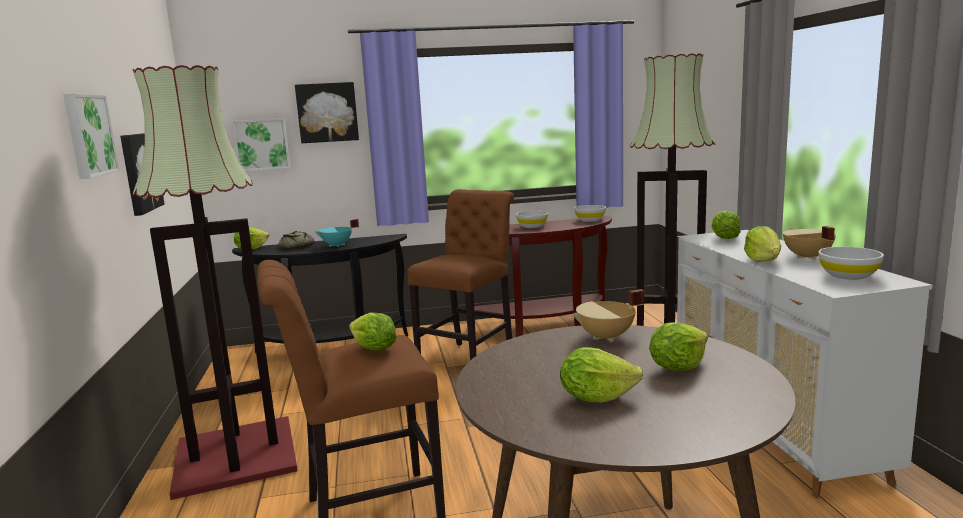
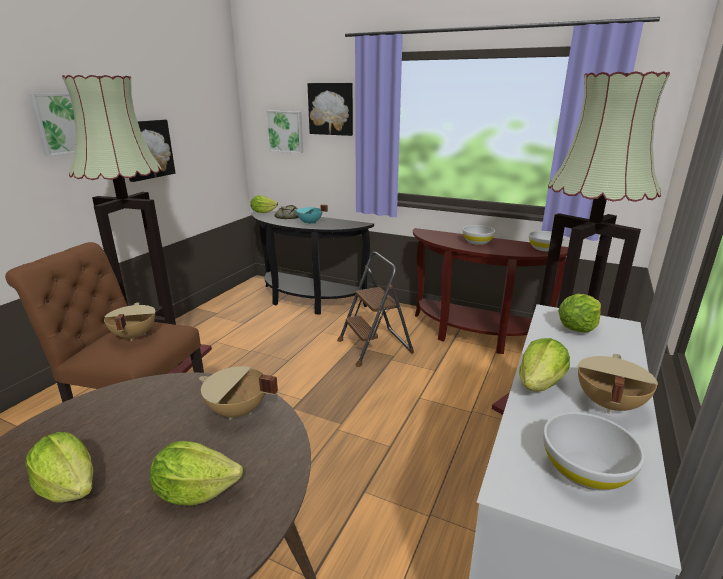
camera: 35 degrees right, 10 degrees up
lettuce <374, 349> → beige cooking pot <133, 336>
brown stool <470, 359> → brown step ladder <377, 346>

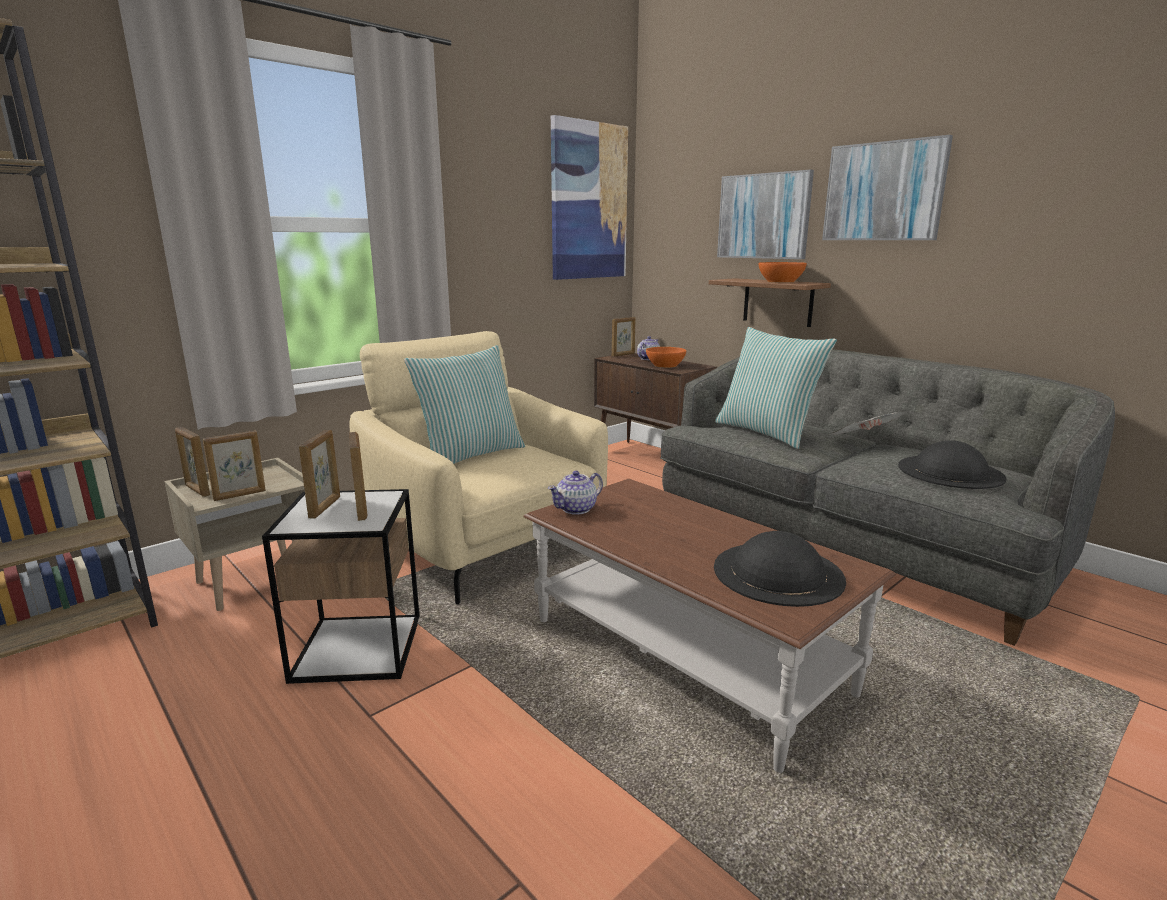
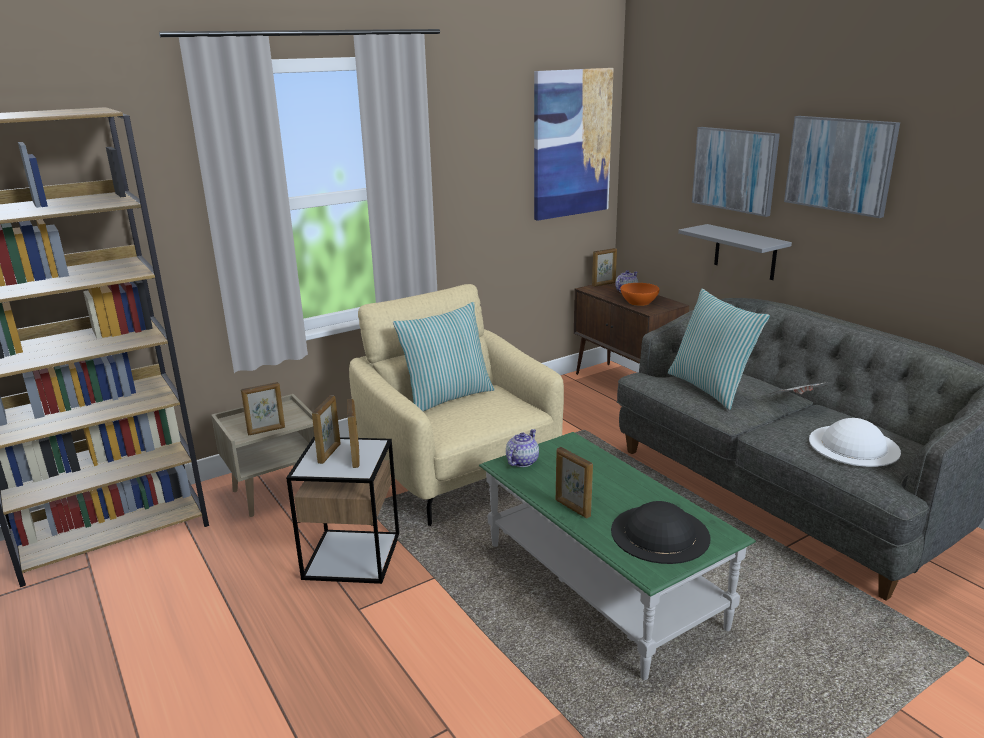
camera: 10 degrees right, 5 degrees up
picture frame <197, 491> → picture frame <572, 508>, shifted
brown coffee table <686, 656> → green coffee table <601, 585>
teapot <576, 509> → teapot <521, 461>, 150 degrees clockwise
brown shelf <778, 302> → grey shelf <745, 252>
orange bowl <781, 281> → -
black hat <950, 471> → white hat <854, 445>

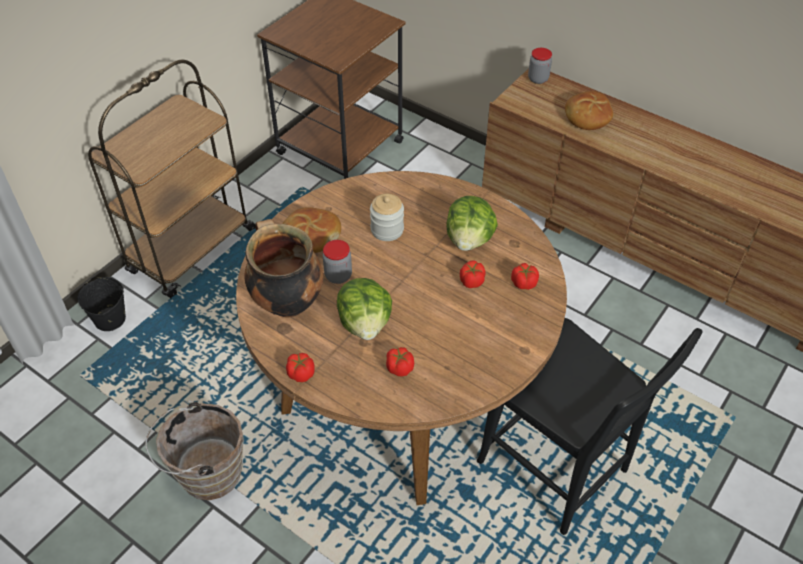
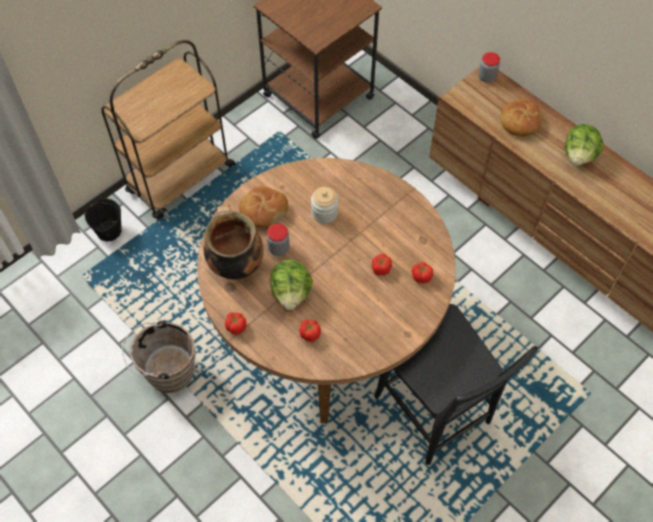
camera: 10 degrees right, 10 degrees up
lettuce <469, 240> → lettuce <579, 155>, shifted

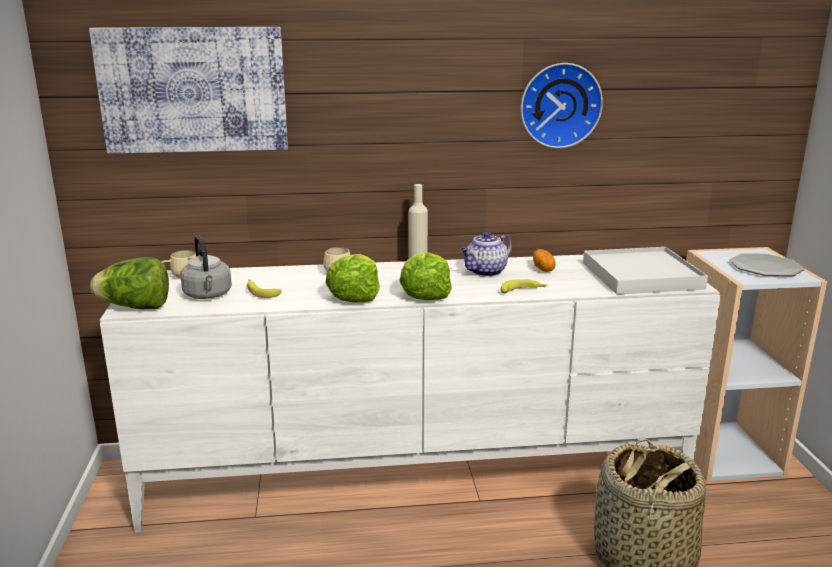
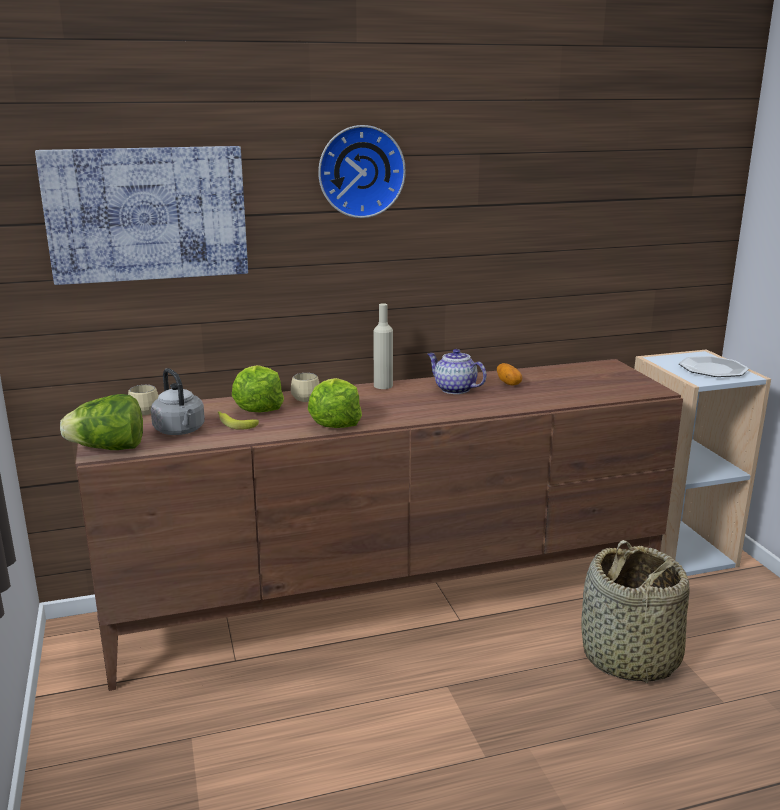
camera: 10 degrees left, 0 degrees up
white cabinet <417, 476> → brown cabinet <391, 603>
lettuce <425, 294> → lettuce <258, 406>, shifted
teapot <485, 272> → teapot <454, 389>, 90 degrees clockwise
banana <523, 291> → -
wall clock <559, 105> → wall clock <360, 171>, shifted
white tray <641, 275> → -

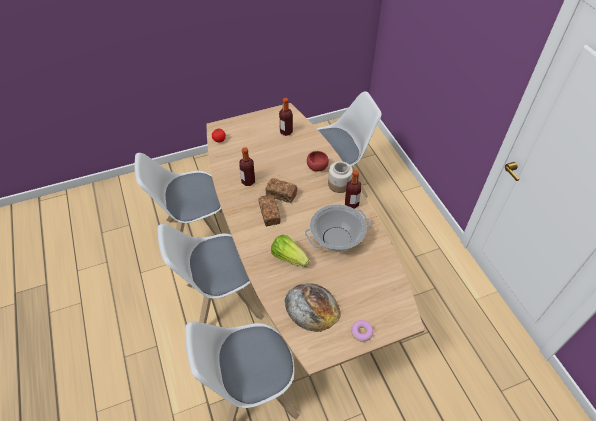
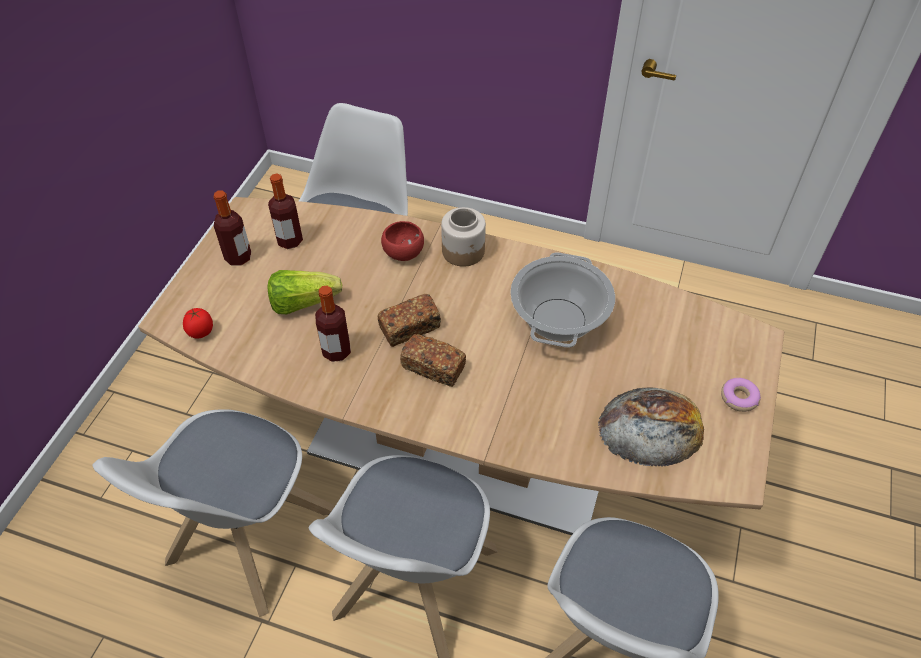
camera: 50 degrees left, 0 degrees up
lettuce <289, 257> → lettuce <303, 302>, shifted
bottle <351, 204> → bottle <238, 257>, shifted

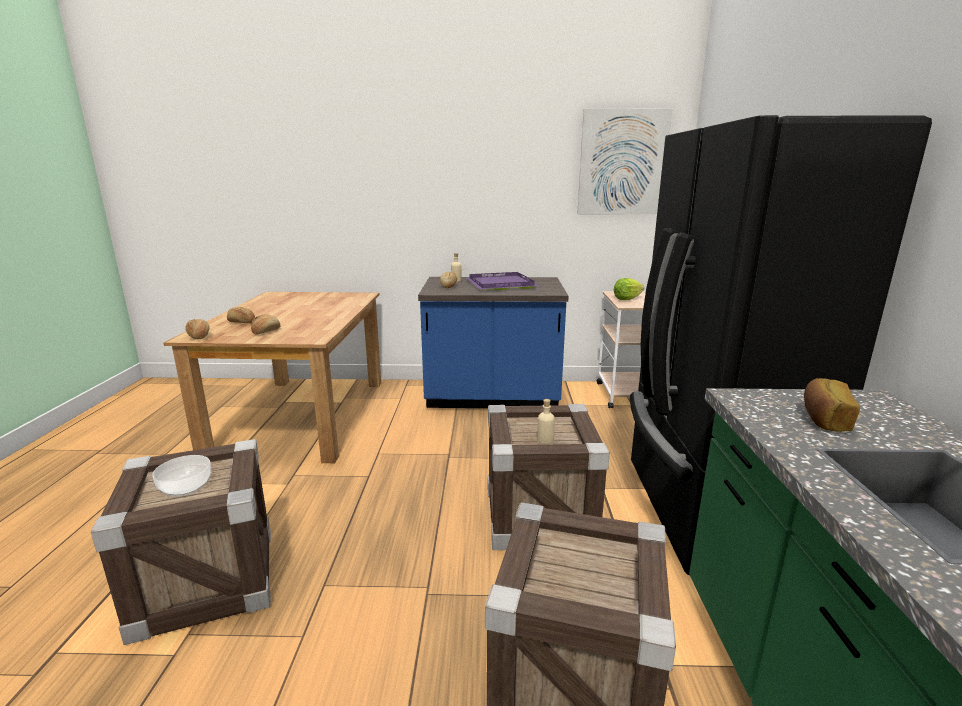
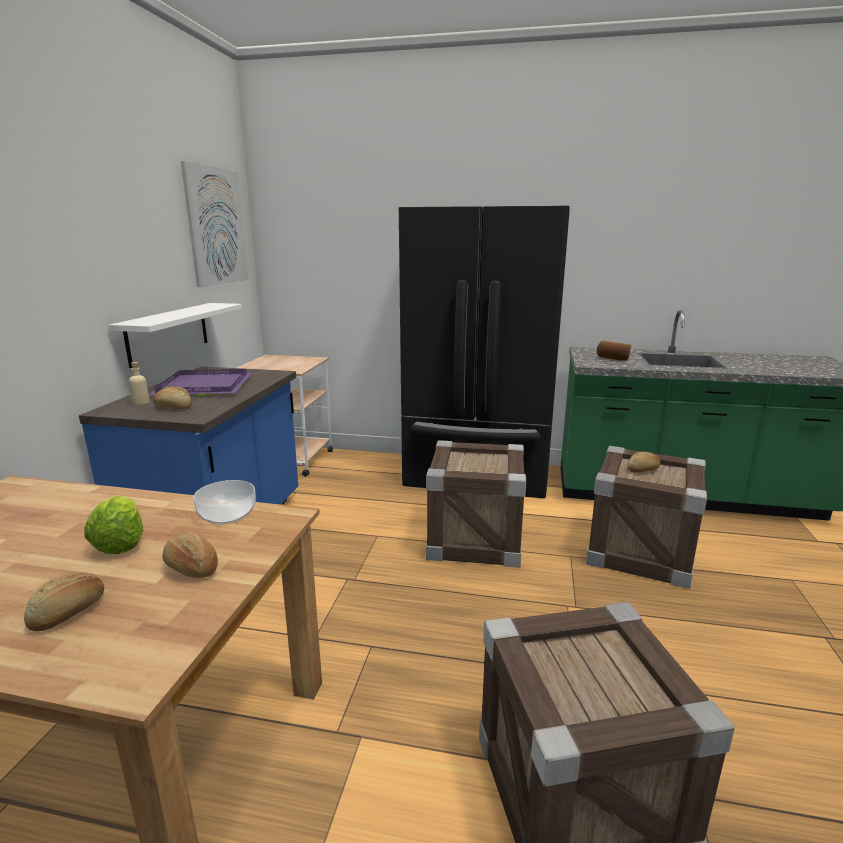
camera: 80 degrees left, 0 degrees up
bowl <185, 486> → bowl <226, 514>, shifted
bread <199, 336> → bread <643, 470>, shifted
beige bottle <545, 440> → -
lettuce <627, 299> → lettuce <121, 543>, shifted
- → white shelf <168, 333>

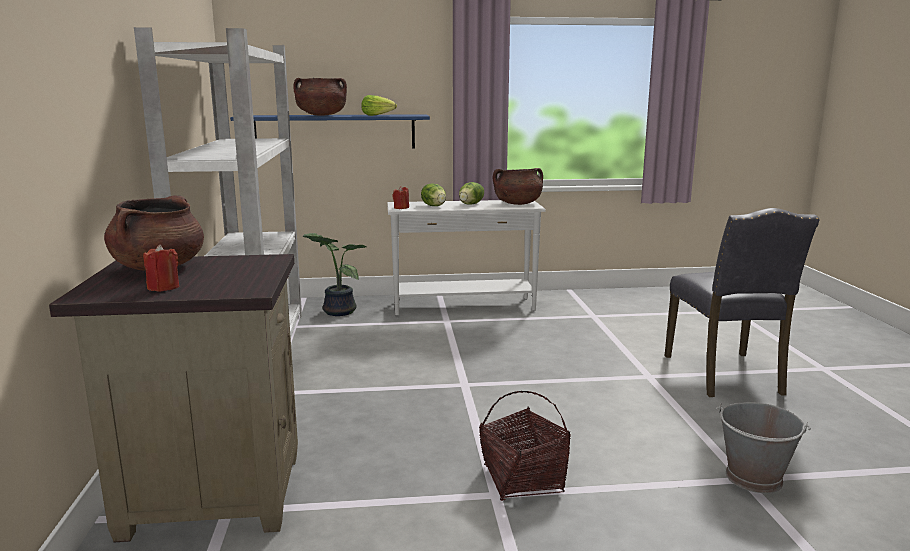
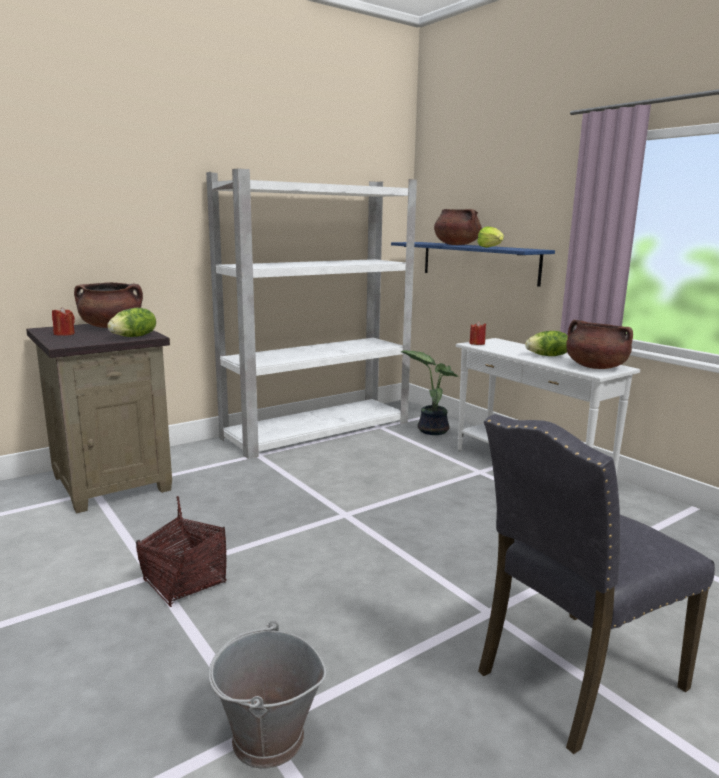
camera: 60 degrees right, 0 degrees up
lettuce <434, 206> → lettuce <134, 336>, shifted

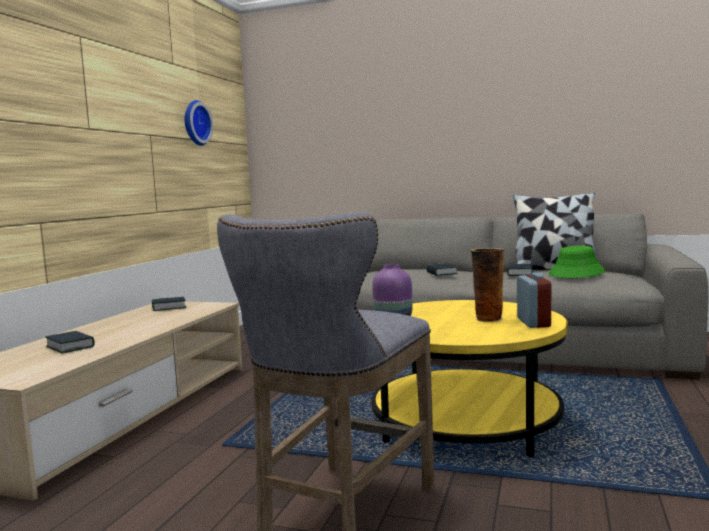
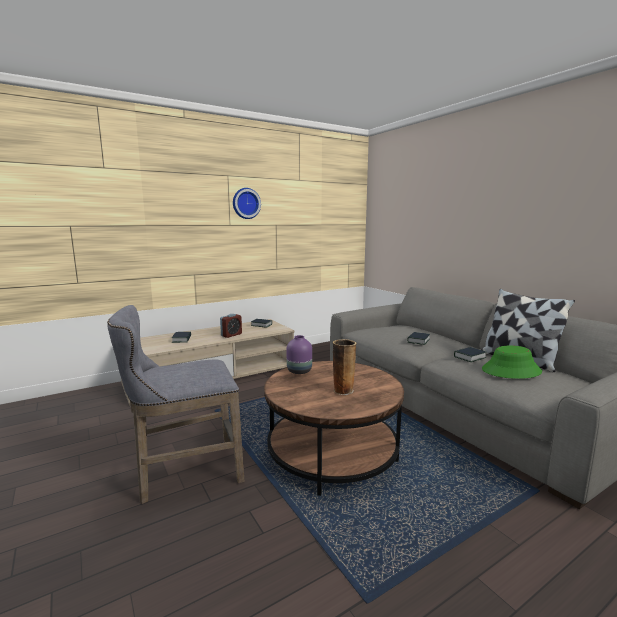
camera: 40 degrees right, 5 degrees up
wall clock <195, 123> → wall clock <246, 203>, shifted
yellow coffee table <465, 422> → brown coffee table <332, 453>
alarm clock <533, 323> → alarm clock <231, 335>, shifted

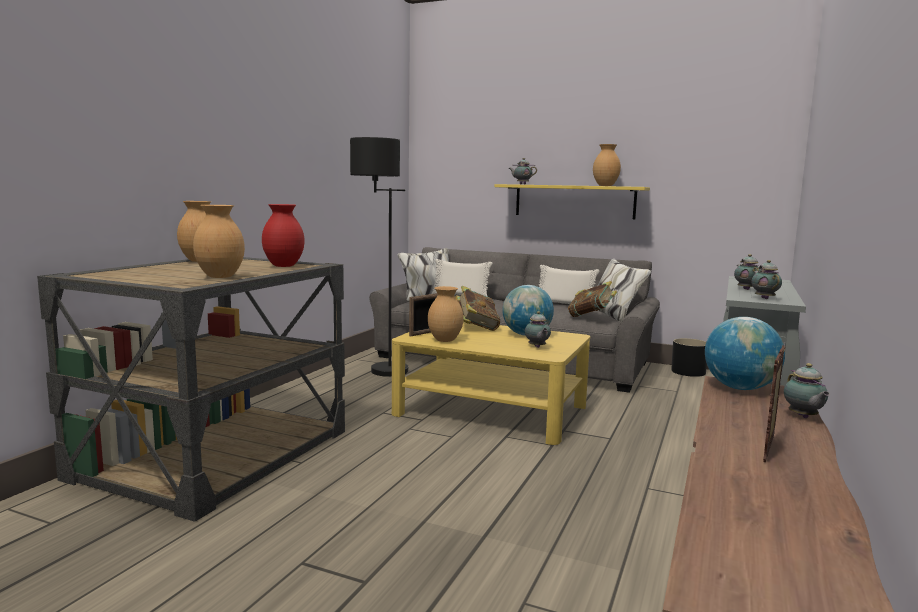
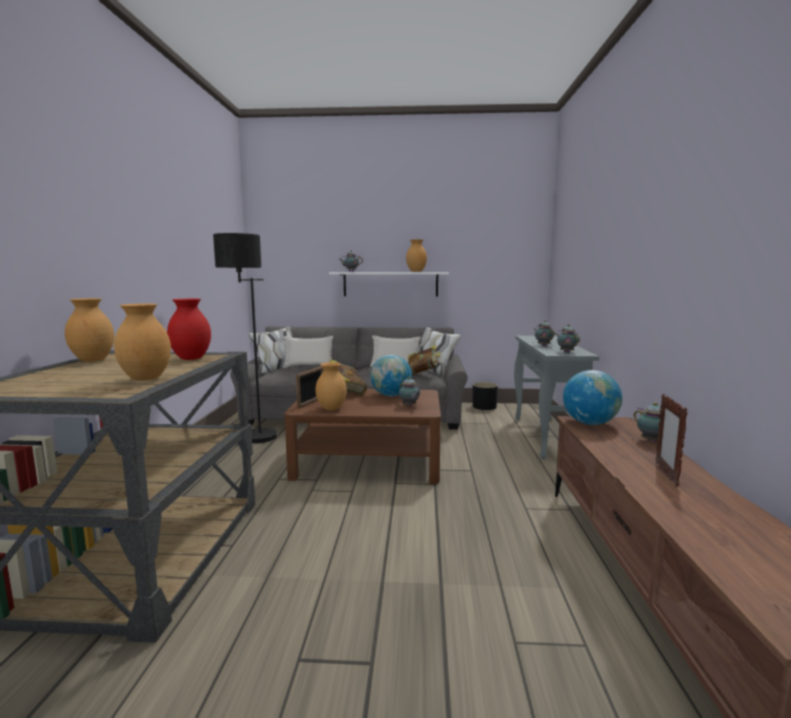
camera: 20 degrees left, 0 degrees up
yellow coffee table <491, 410> → brown coffee table <368, 461>
yellow shelf <574, 201> → white shelf <390, 284>

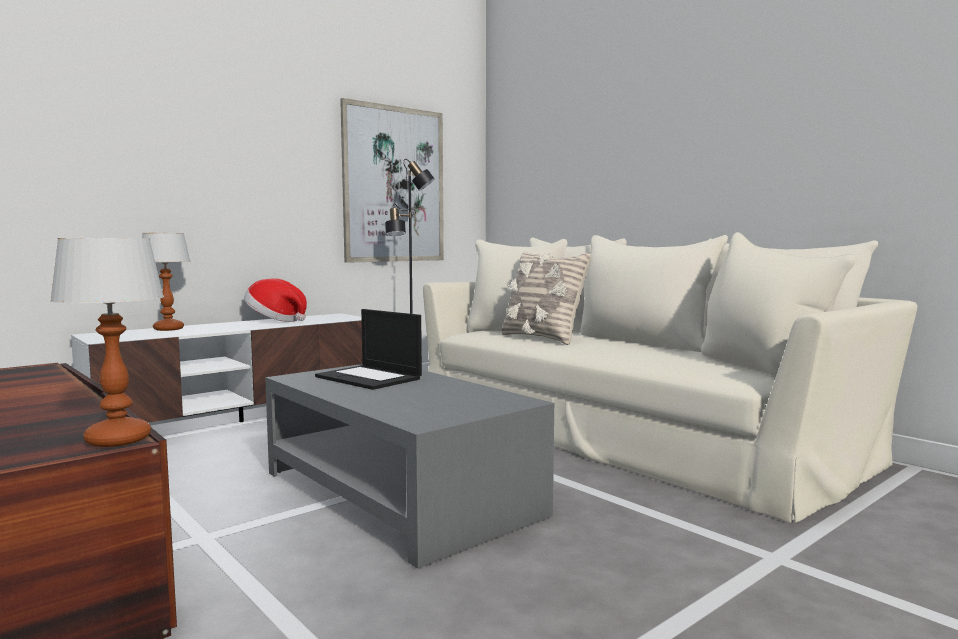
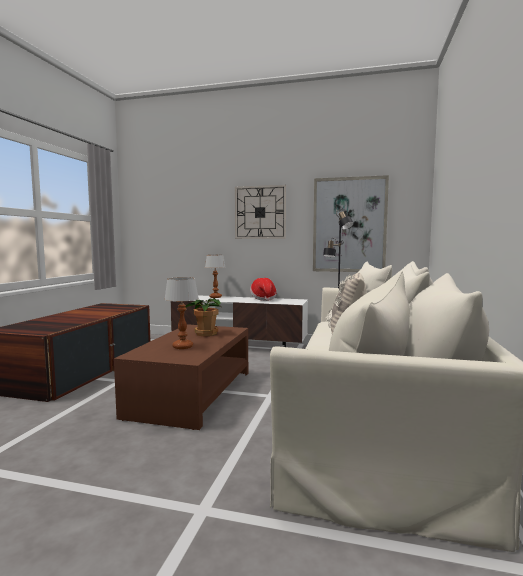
camera: 55 degrees right, 0 degrees up
table lamp <118, 440> → table lamp <182, 347>, shifted
grey coffee table <399, 494> → brown coffee table <192, 393>
laptop <370, 378> → potted plant <205, 333>
- → wall clock <260, 212>

